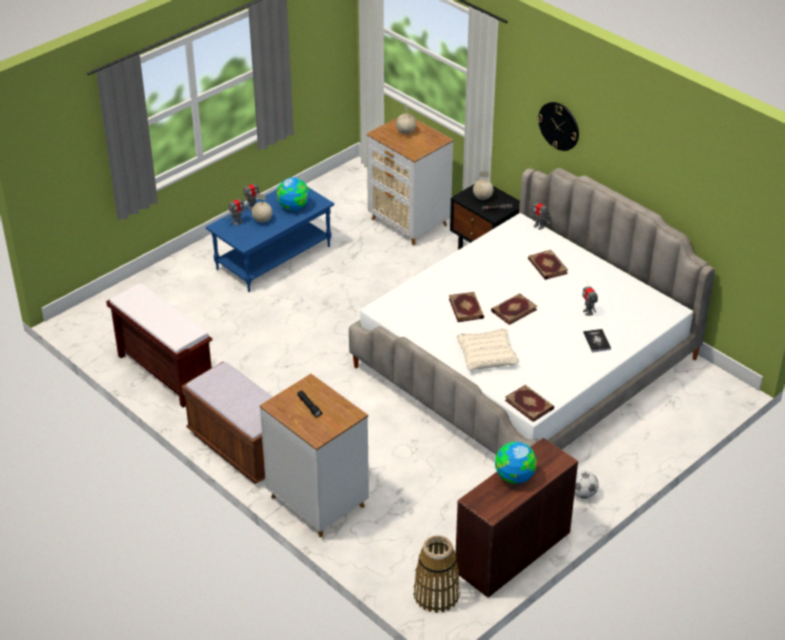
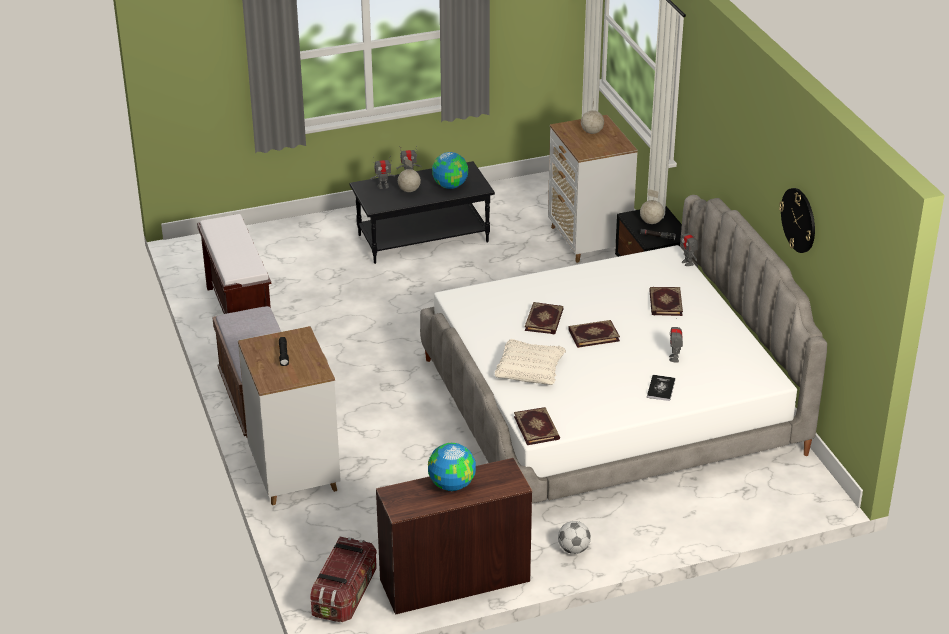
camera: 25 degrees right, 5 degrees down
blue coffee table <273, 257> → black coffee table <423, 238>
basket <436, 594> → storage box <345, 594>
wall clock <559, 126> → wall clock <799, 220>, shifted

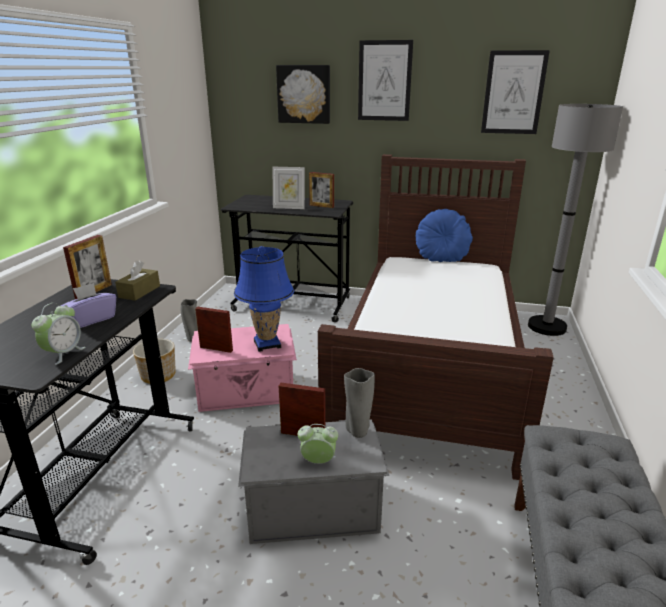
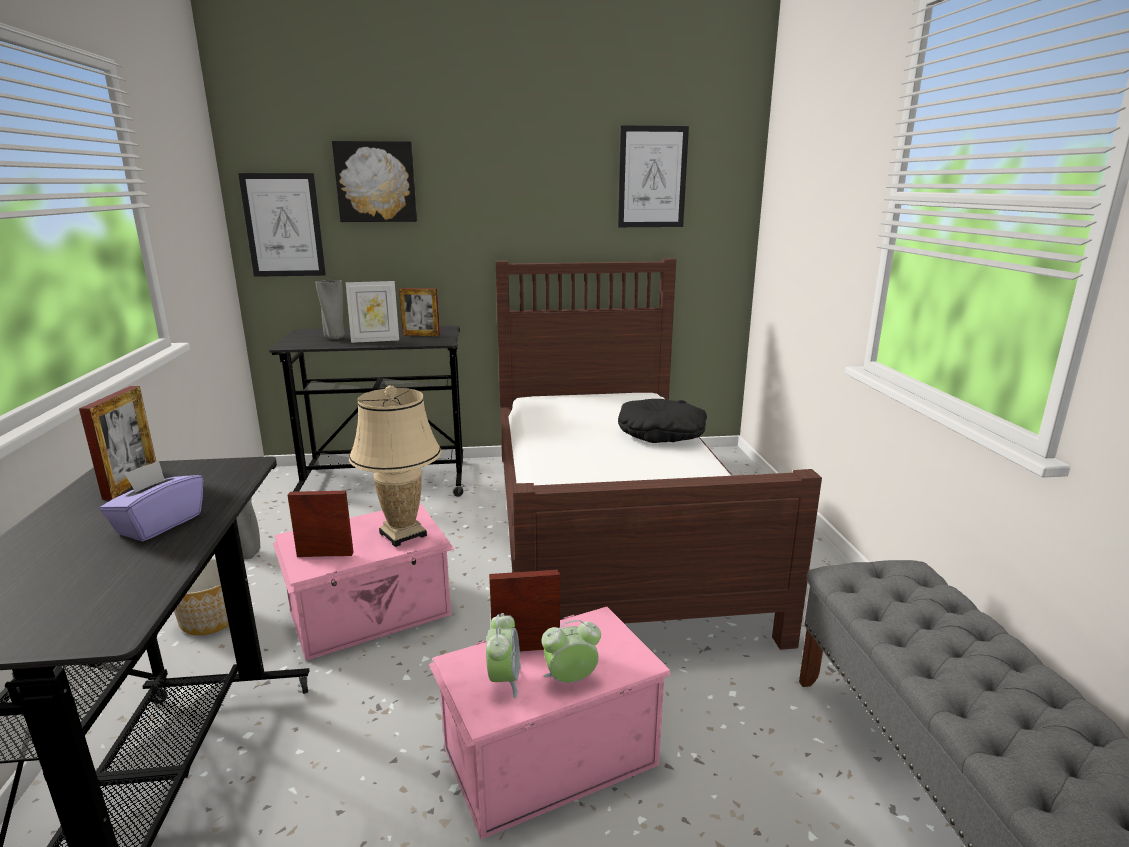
camera: 20 degrees left, 5 degrees down
alarm clock <63, 353> → alarm clock <504, 680>, shifted
brown tissue box <139, 291> → -
blue table lamp <267, 344> → beige table lamp <403, 534>
grey storage box <312, 506> → pink storage box <547, 755>
grey vase <357, 432> → grey vase <335, 338>, shifted
picture <384, 81> → picture <283, 225>, shifted
blue pillow <441, 260> → -
grey floor lamp <547, 327> → -
- → black pillow <661, 433>

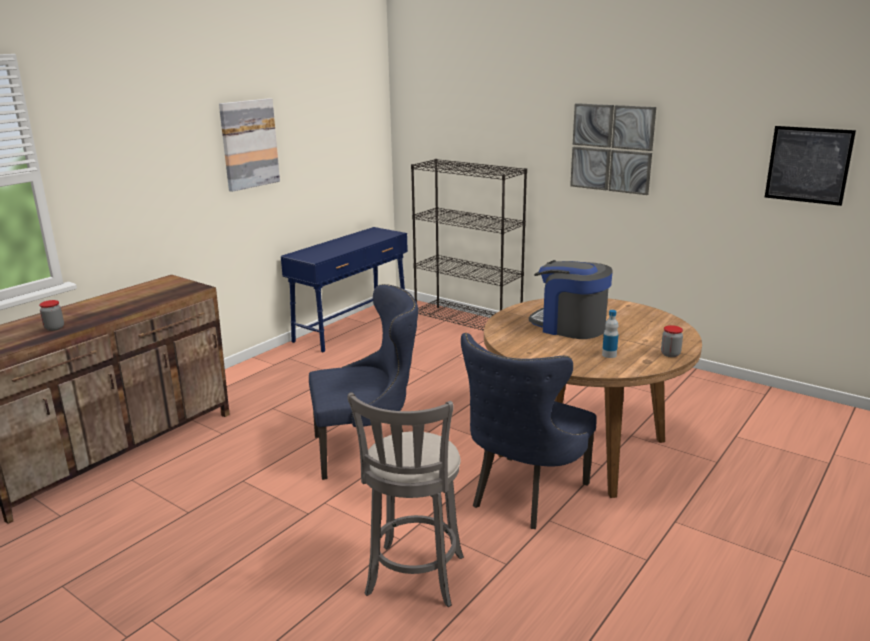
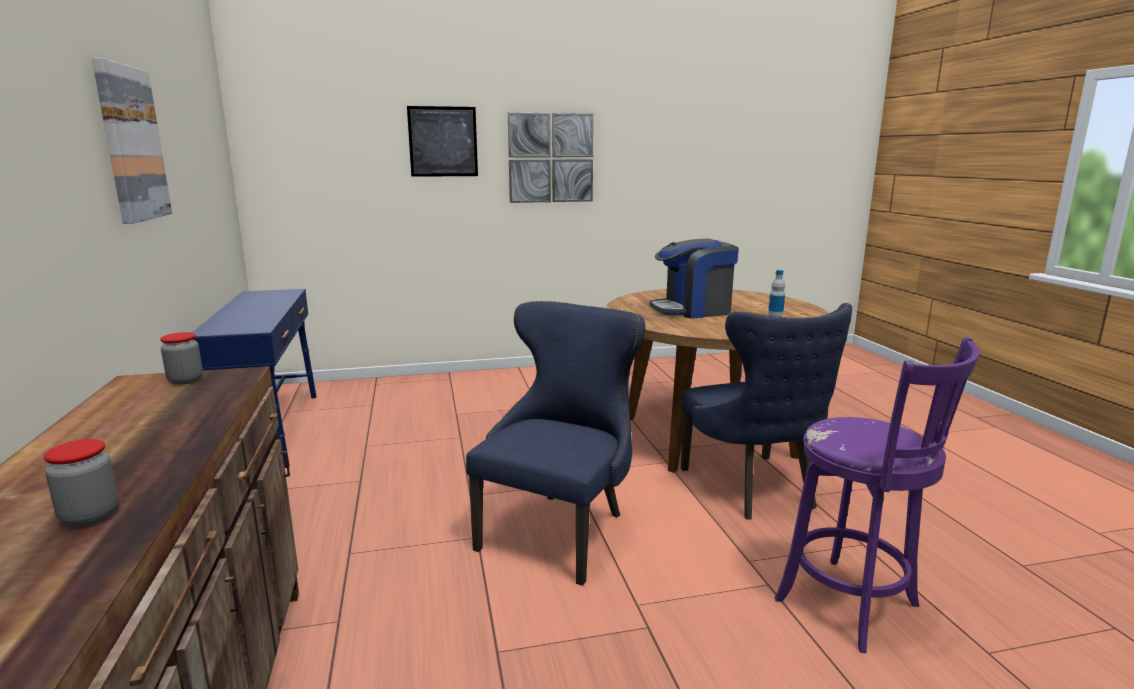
camera: 50 degrees left, 5 degrees down
grey stool <414, 579> → purple stool <853, 607>
black bookcase <468, 323> → -
jar <670, 354> → jar <185, 380>, shifted
picture <808, 165> → picture <443, 141>, shifted

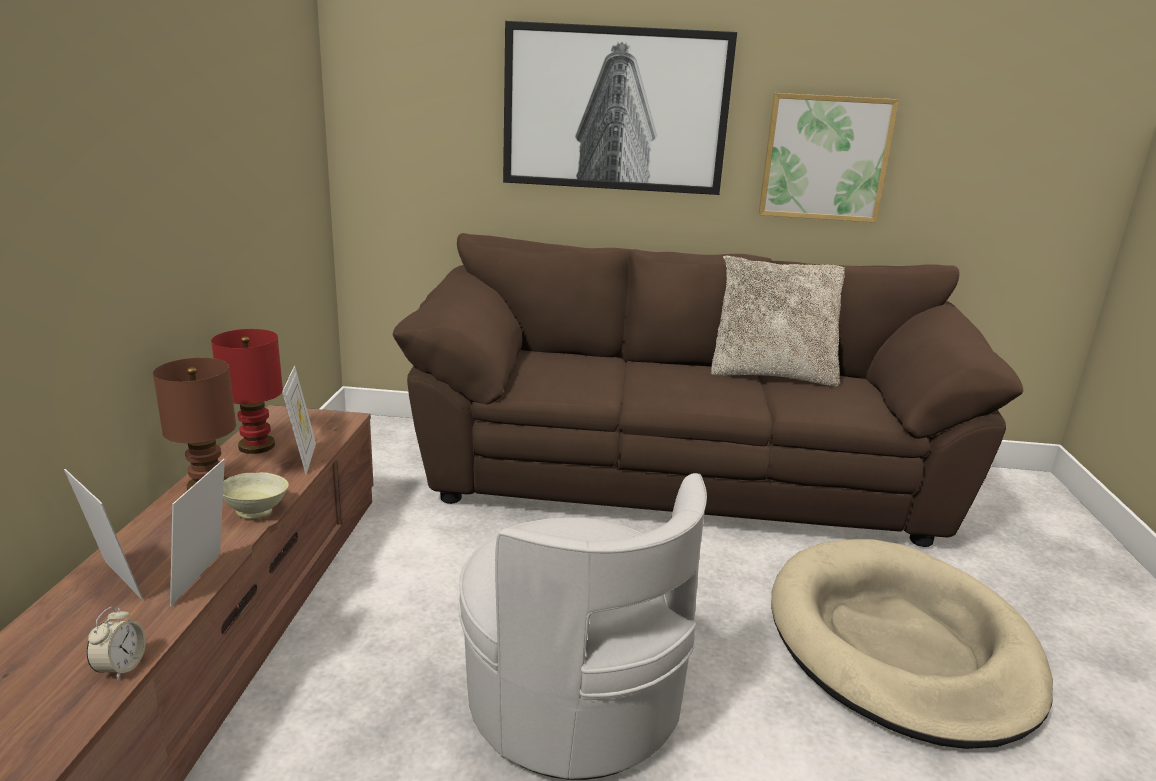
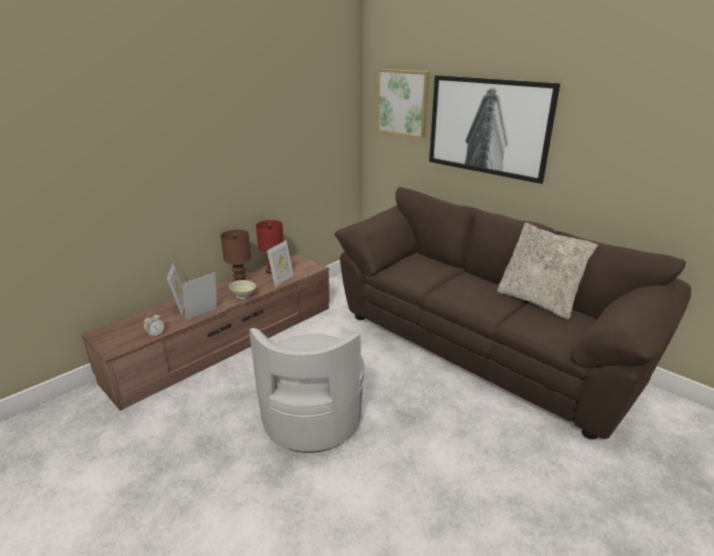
camera: 40 degrees right, 5 degrees up
picture <825, 158> → picture <402, 103>, shifted
beige dog bed <900, 645> → -

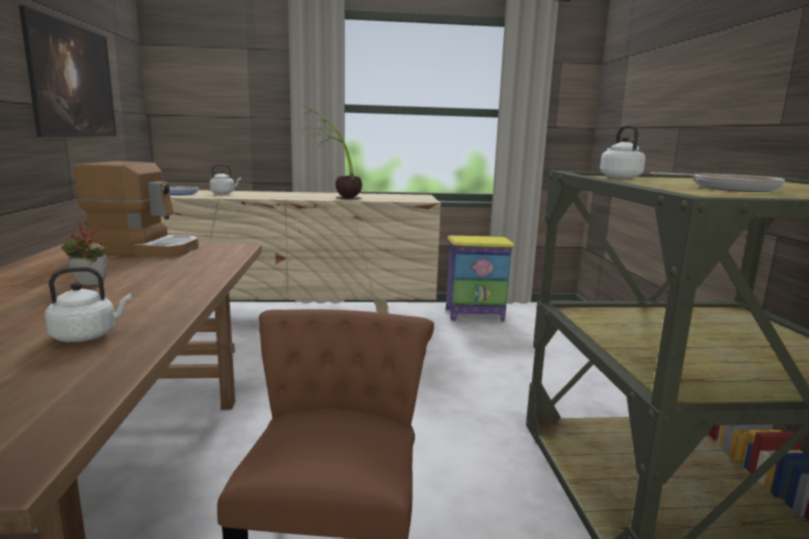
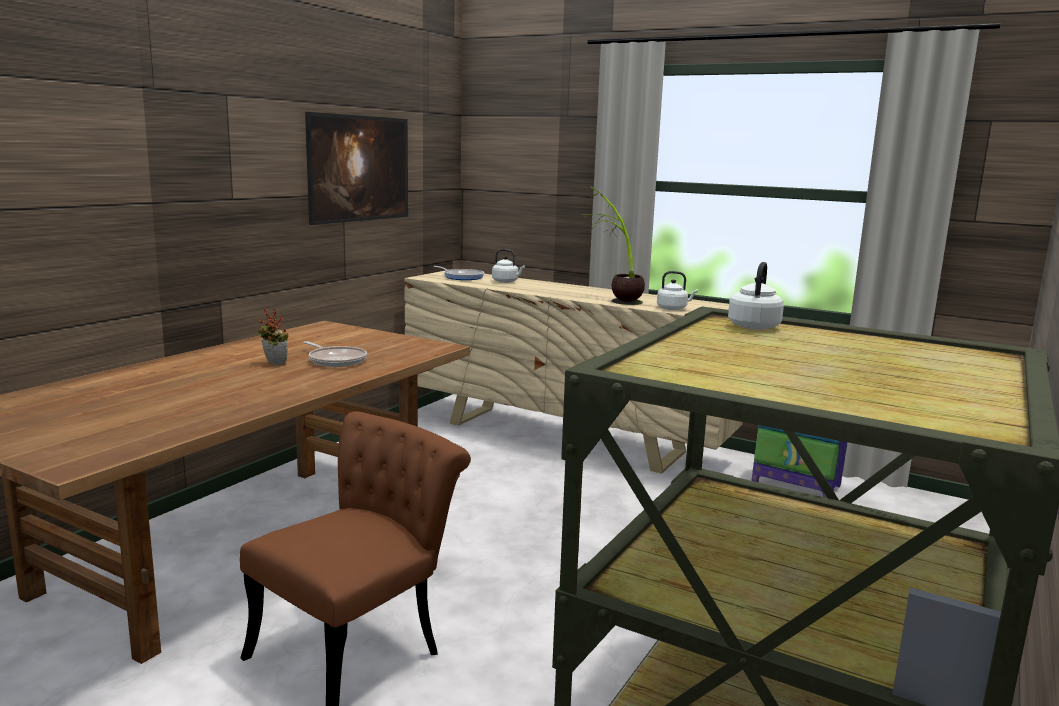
camera: 35 degrees right, 0 degrees up
white kettle <87, 336> → white kettle <673, 308>, shifted
coffee machine <145, 249> → -
frying pan <728, 189> → frying pan <335, 360>, shifted

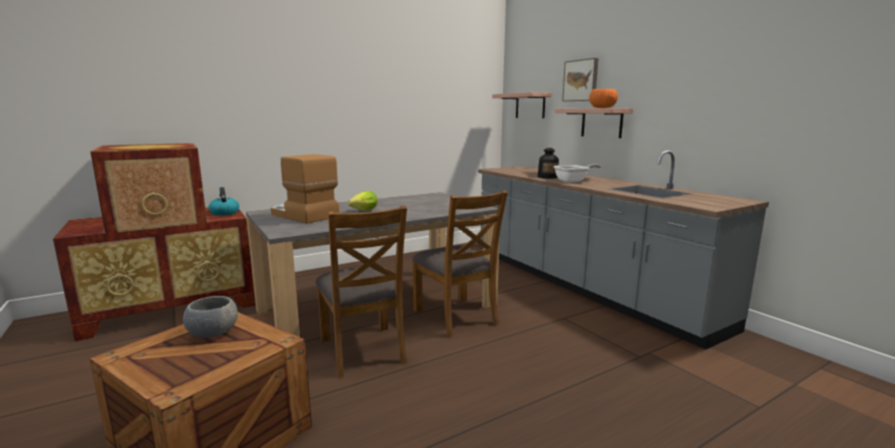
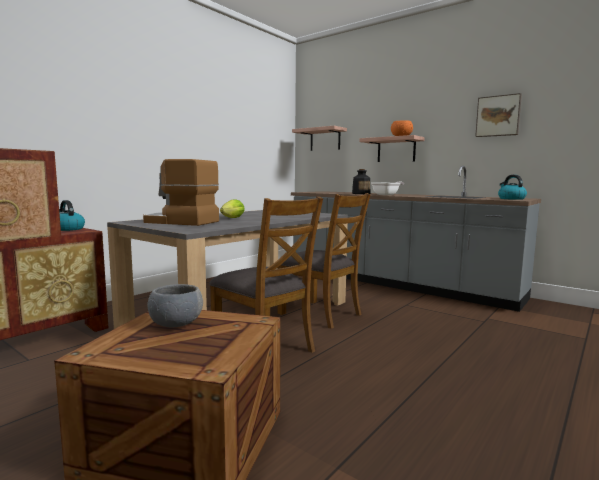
camera: 20 degrees left, 5 degrees down
picture <581, 80> → picture <498, 116>, shifted
- → kettle <511, 199>

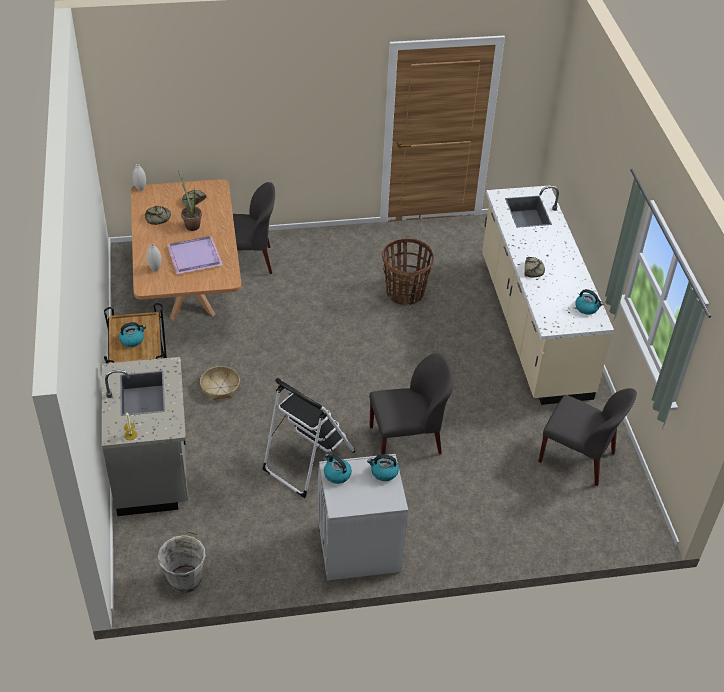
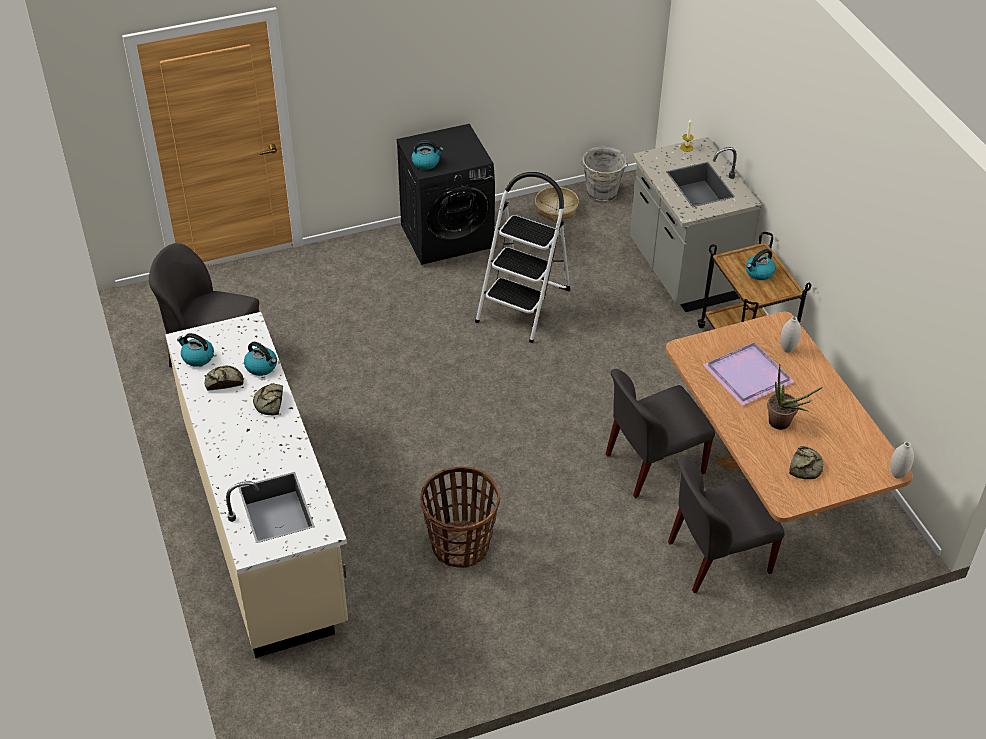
camera: 170 degrees right, 0 degrees up
bread <158, 218> → bread <223, 381>, shifted
basket <220, 387> → basket <556, 209>, shifted
white washing machine <358, 548> → black washing machine <447, 238>
kettle <337, 474> → kettle <262, 366>, shifted
grey chair <407, 440> → grey chair <652, 464>, shifted

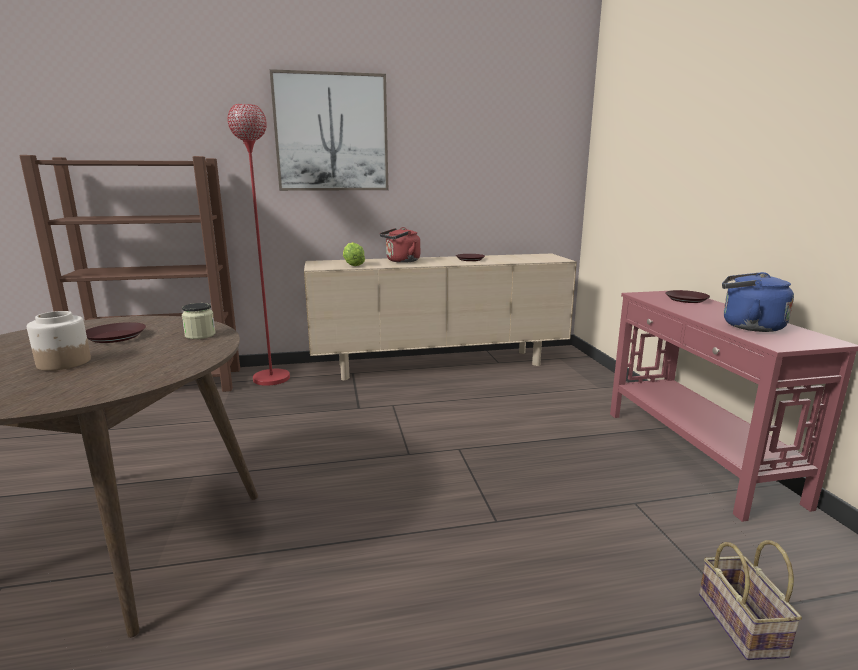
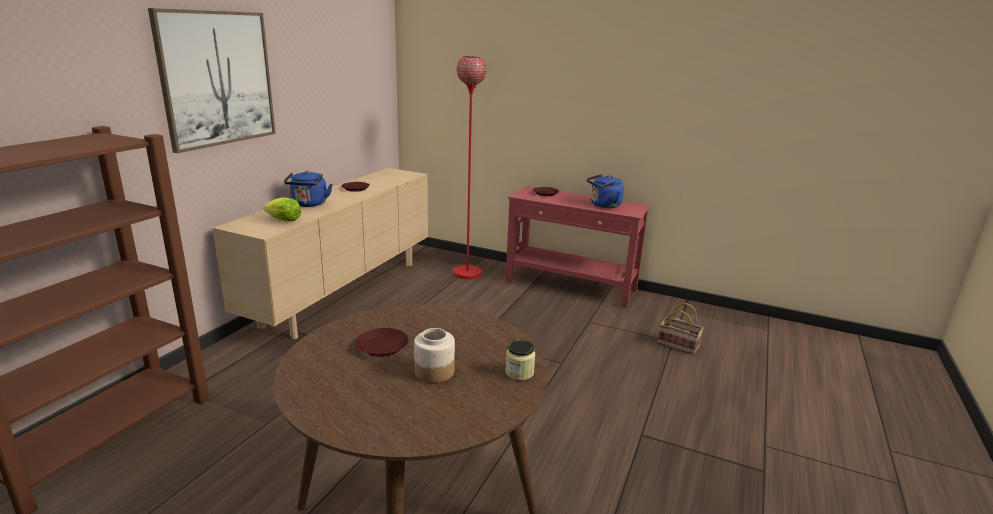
camera: 55 degrees left, 5 degrees up
jar <200, 335> → jar <519, 372>, shifted
red floor lamp <271, 379> → red floor lamp <467, 273>, shifted
red kettle <401, 261> → blue kettle <309, 204>

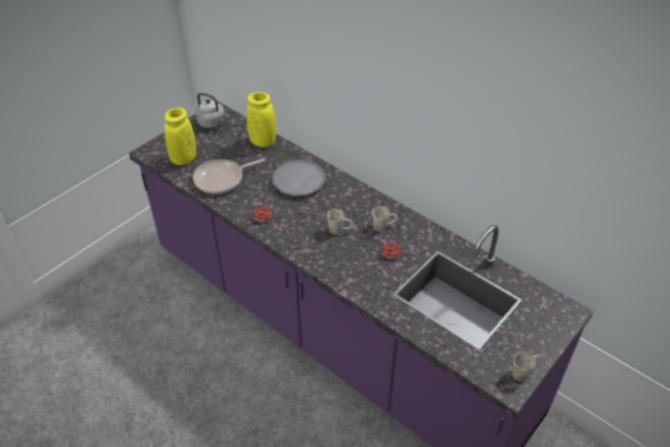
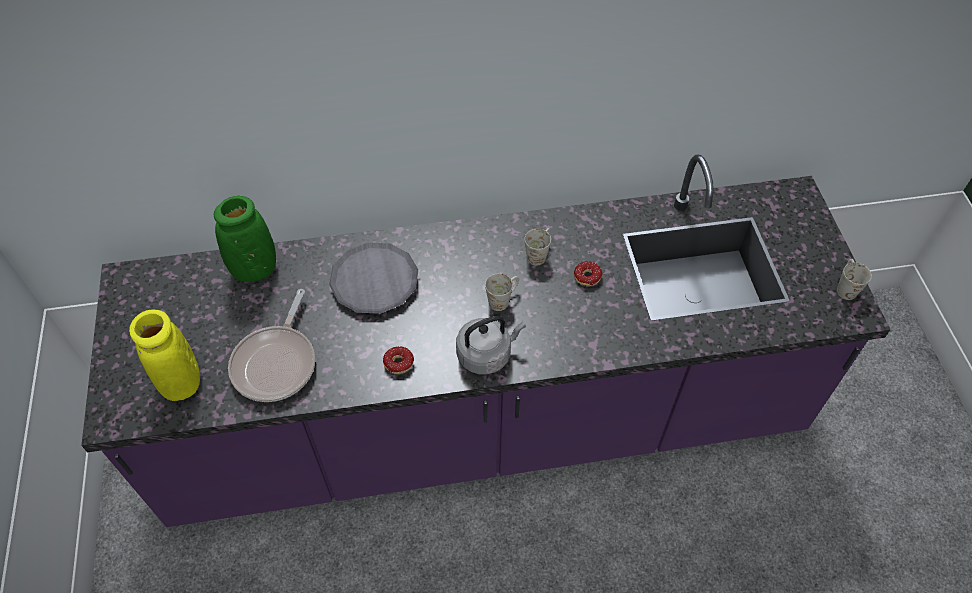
camera: 50 degrees left, 10 degrees up
grey kettle <213, 123> → grey kettle <486, 354>, shifted
yellow vase <263, 142> → green vase <255, 269>

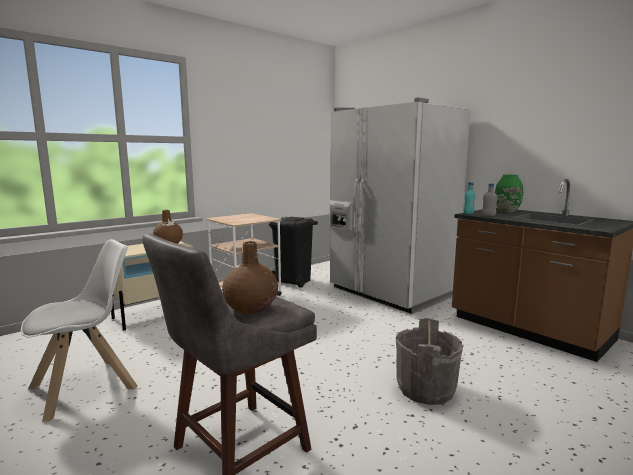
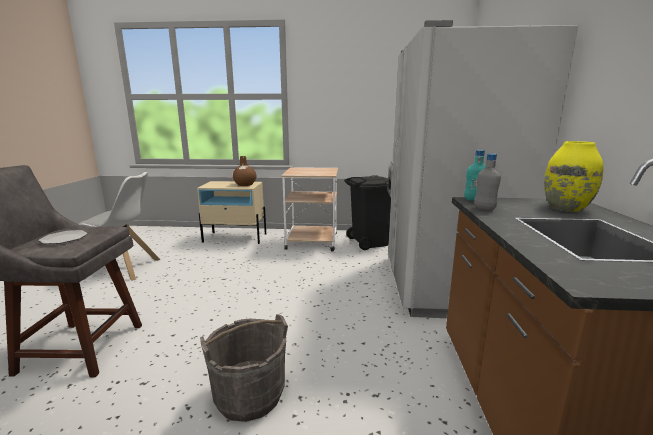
camera: 45 degrees right, 5 degrees up
brown vase <251, 308> → plate <64, 238>
green vase <506, 211> → yellow vase <565, 208>

